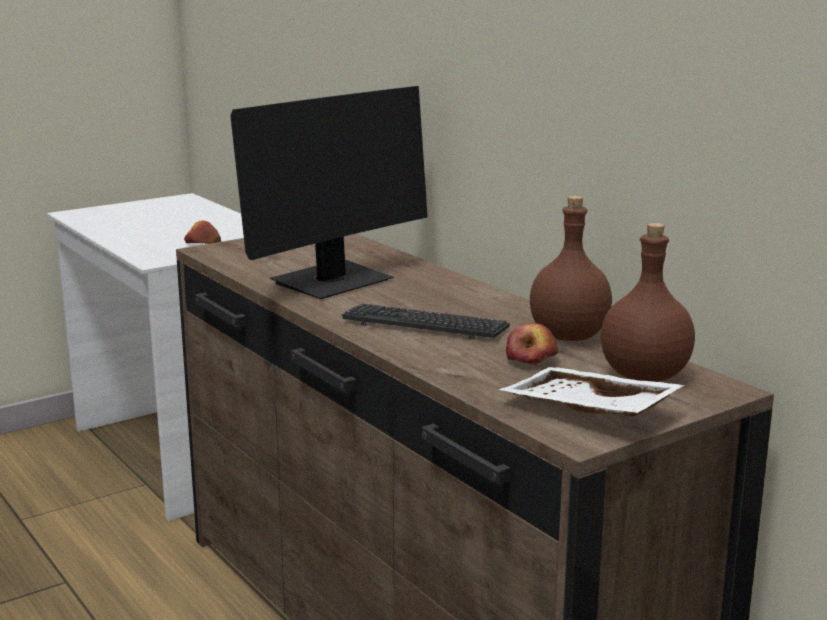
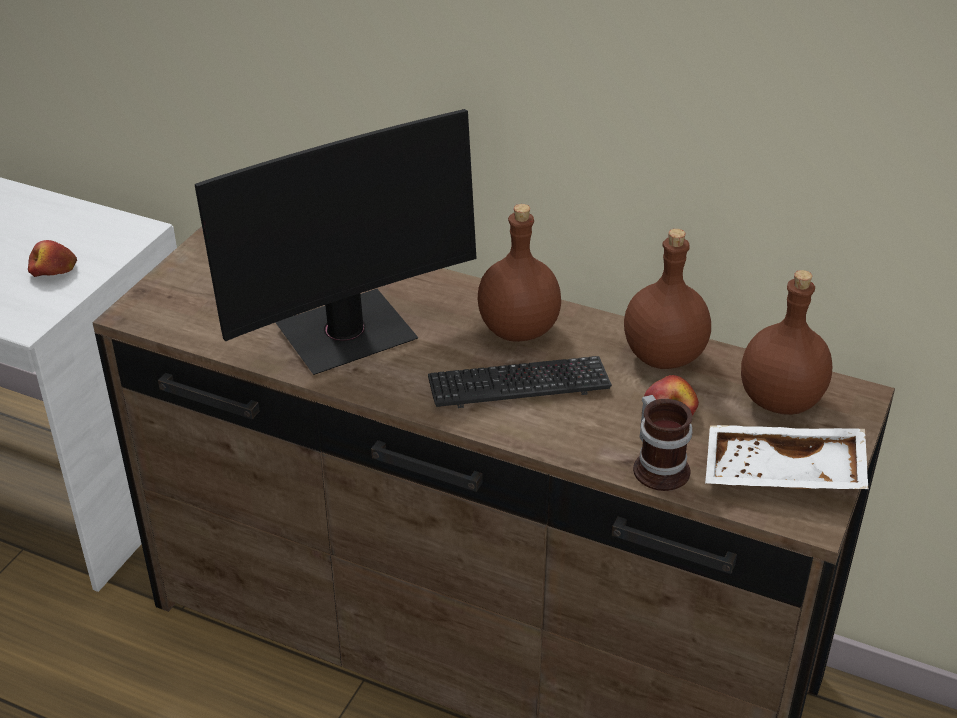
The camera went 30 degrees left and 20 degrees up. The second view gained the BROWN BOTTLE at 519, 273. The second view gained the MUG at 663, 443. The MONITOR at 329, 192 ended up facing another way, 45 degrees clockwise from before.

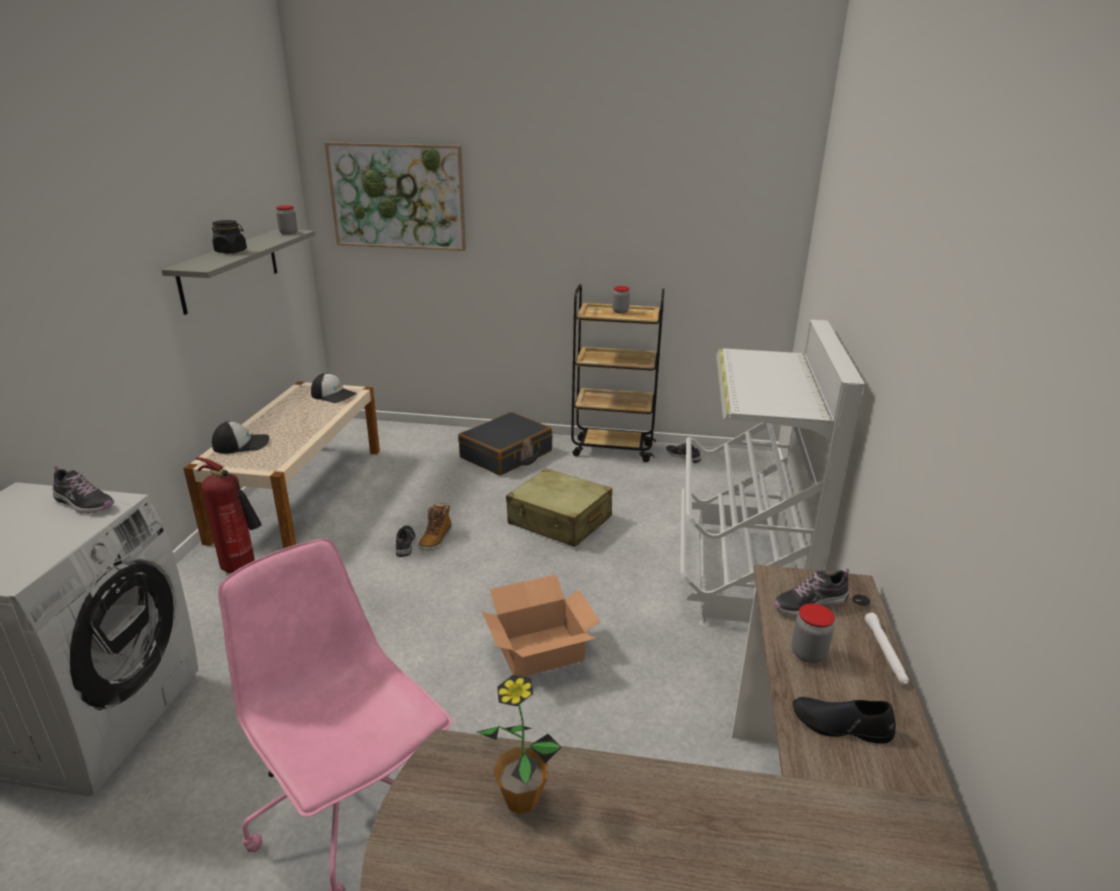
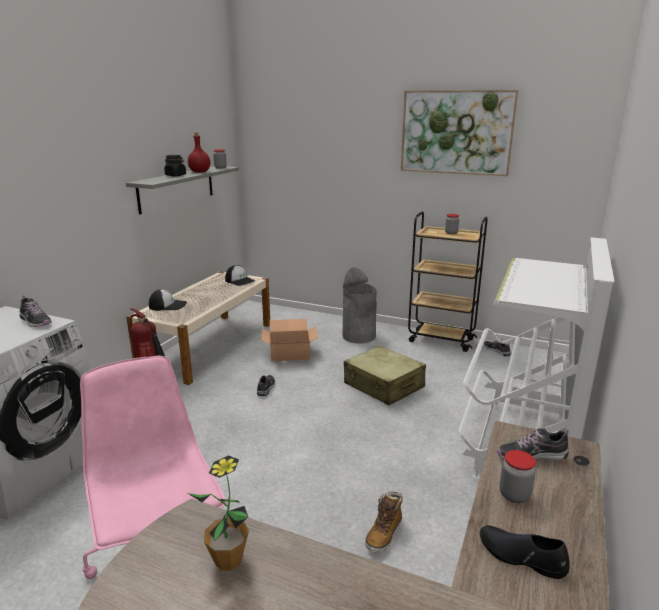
The camera went 15 degrees right and 5 degrees down. The second view lost the WHITE FLASHLIGHT at 886, 649. The second view gained the RED BOTTLE at 199, 153. The PICTURE ended up elsewhere, having gone from 395, 196 to 459, 133. The BOOT ended up elsewhere, having gone from 435, 527 to 384, 522. The CARDBOARD BOX ended up elsewhere, having gone from 541, 626 to 290, 340. Where the BLACK SUITCASE stood at 505, 444, the GREY TRASH CAN came to stand at 359, 305.

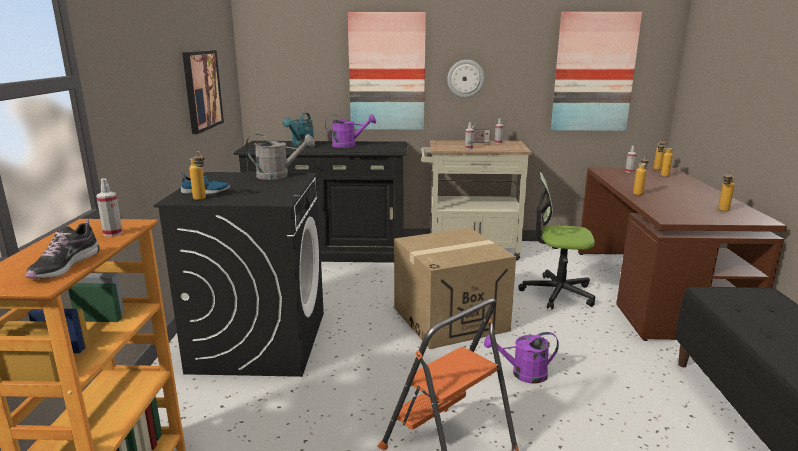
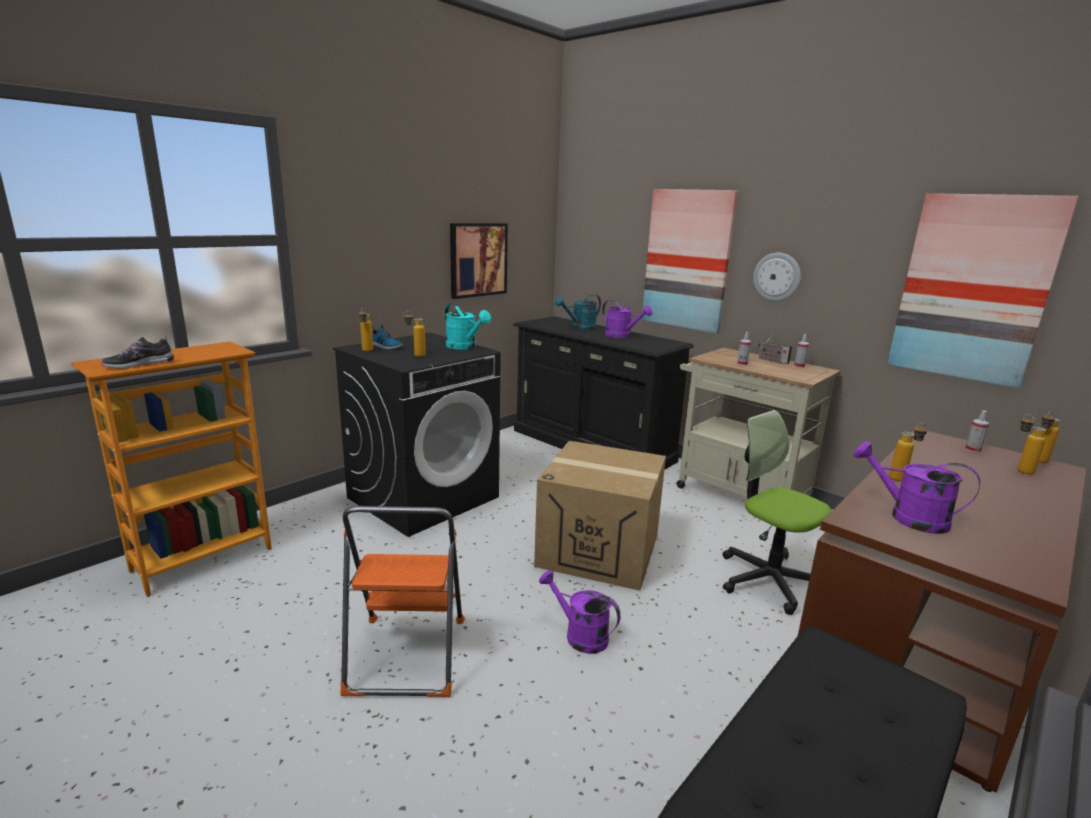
The camera went 40 degrees right and 0 degrees up. The second view lost the SPRAY BOTTLE at 109, 207. The second view gained the PURPLE WATERING CAN at 916, 487. The BOTTLE ended up elsewhere, having gone from 726, 191 to 414, 334. What was the GREY WATERING CAN at 280, 157 turned into the TURQUOISE WATERING CAN at 468, 326.

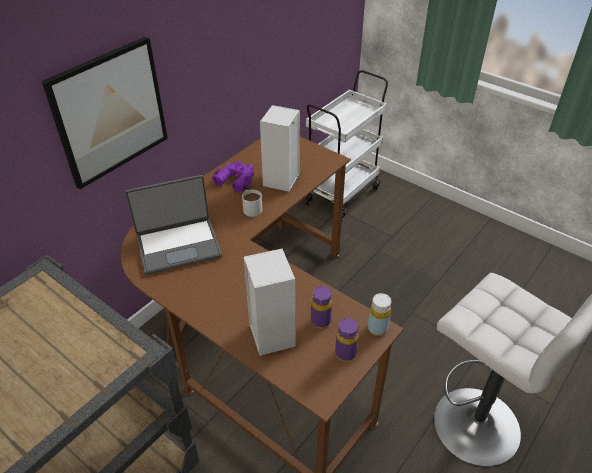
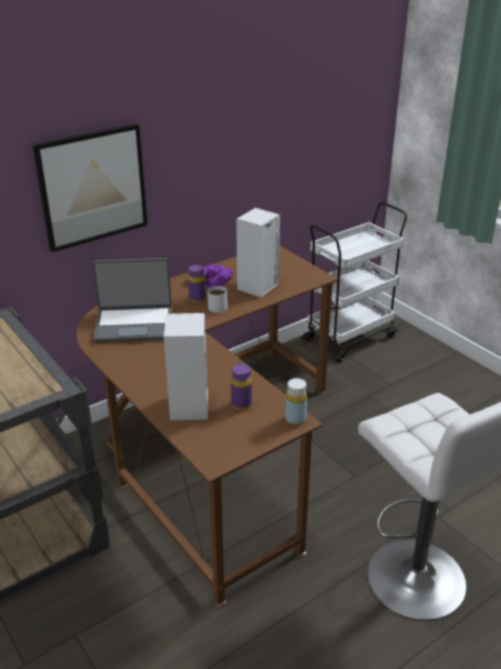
The camera went 15 degrees right and 10 degrees down. The PURPLE BOTTLE ended up elsewhere, having gone from 346, 340 to 197, 284.

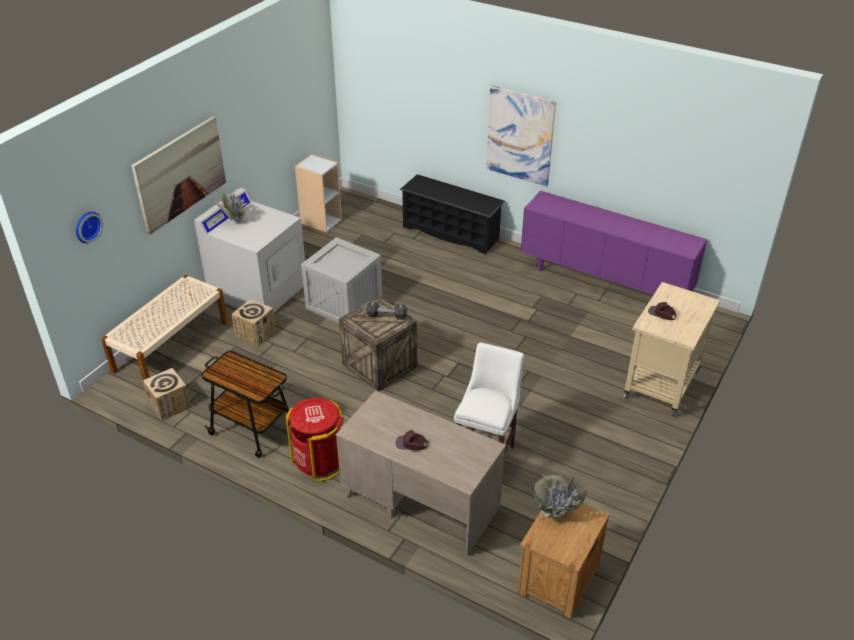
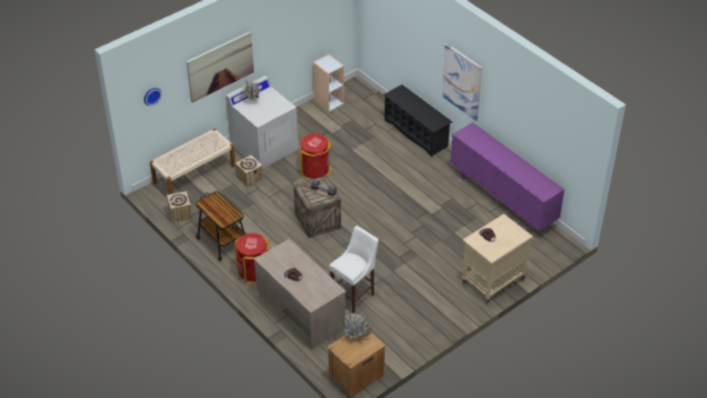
The camera went 20 degrees right and 5 degrees up. Where the CRATE stood at 341, 280, the RED TRASH CAN came to stand at 315, 157.

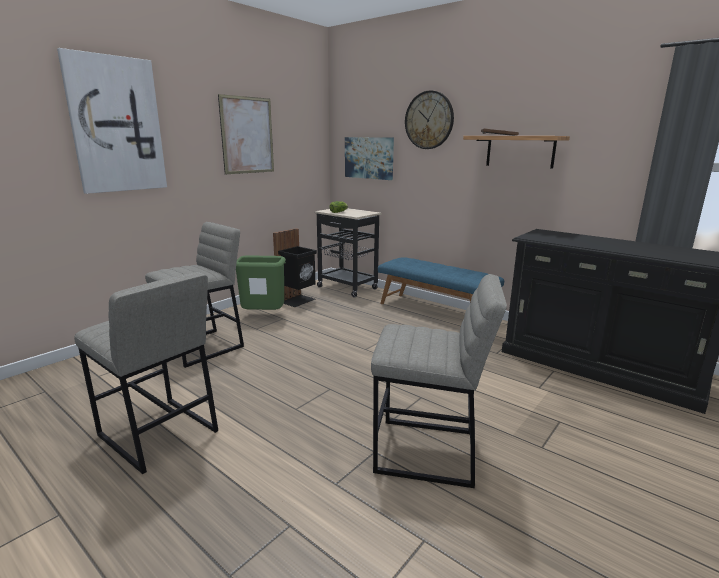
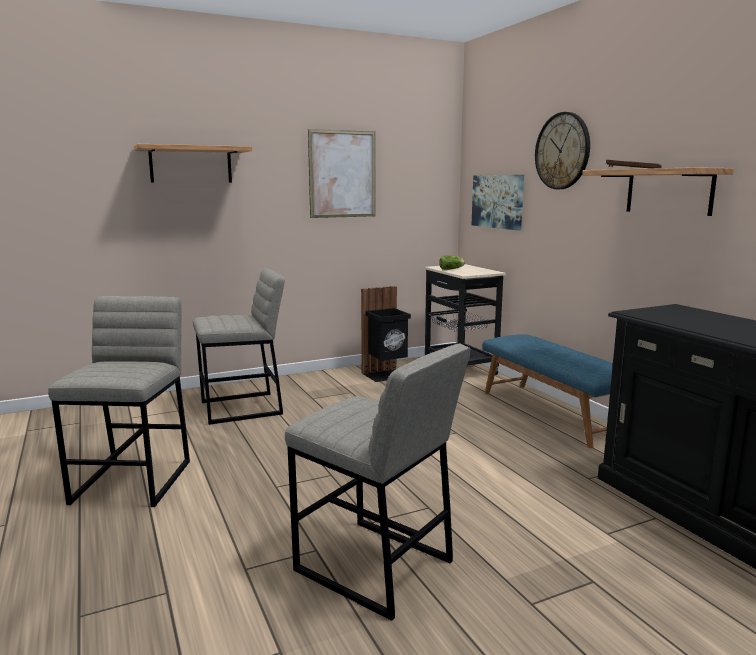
The camera went 25 degrees right and 5 degrees down. The second view lost the GREEN TRASH CAN at 261, 282. Where the PICTURE hung at 112, 121, the SHELF came to hang at 193, 163. The GREY CHAIR at 146, 373 ended up facing another way, 150 degrees counterclockwise from before.

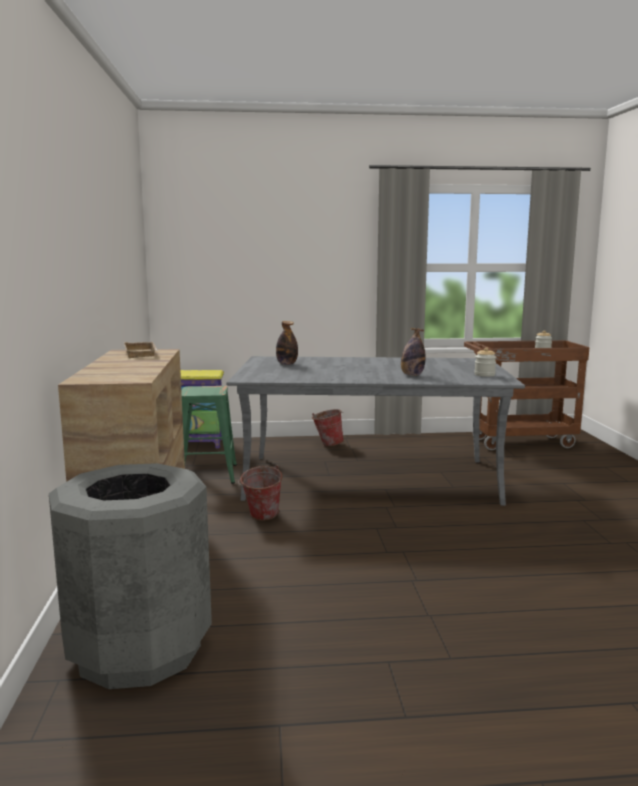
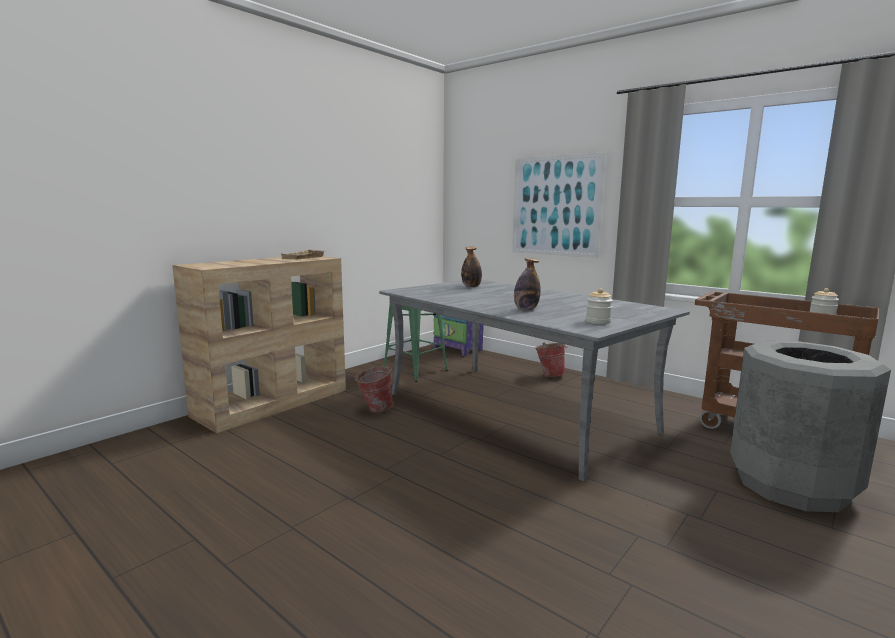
The camera went 45 degrees right and 0 degrees up. The second view gained the PICTURE at 559, 205. The GREY TRASH CAN ended up elsewhere, having gone from 130, 576 to 810, 426.

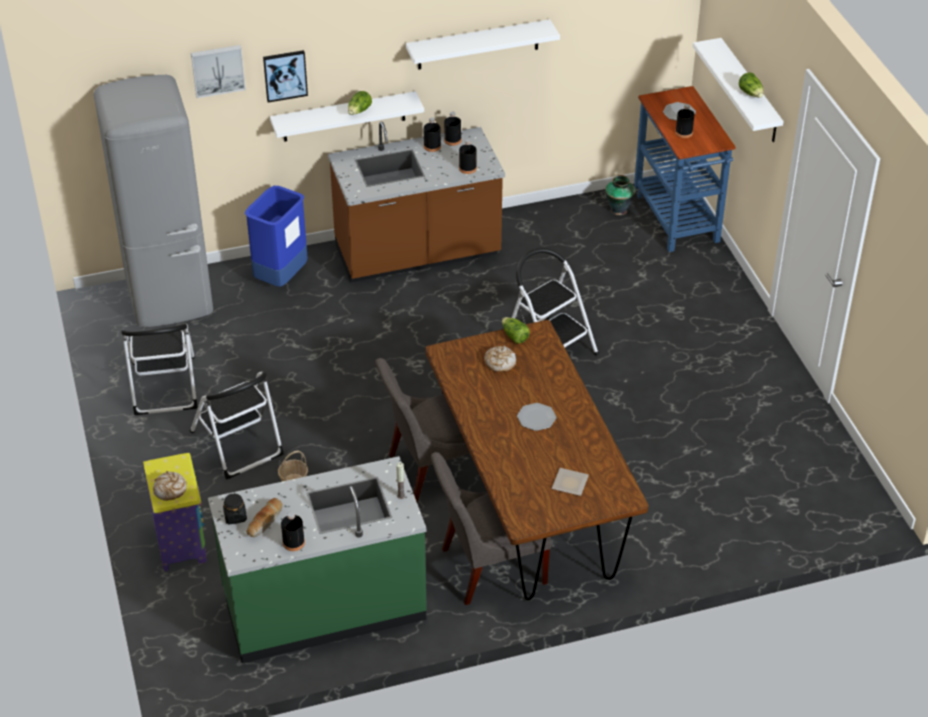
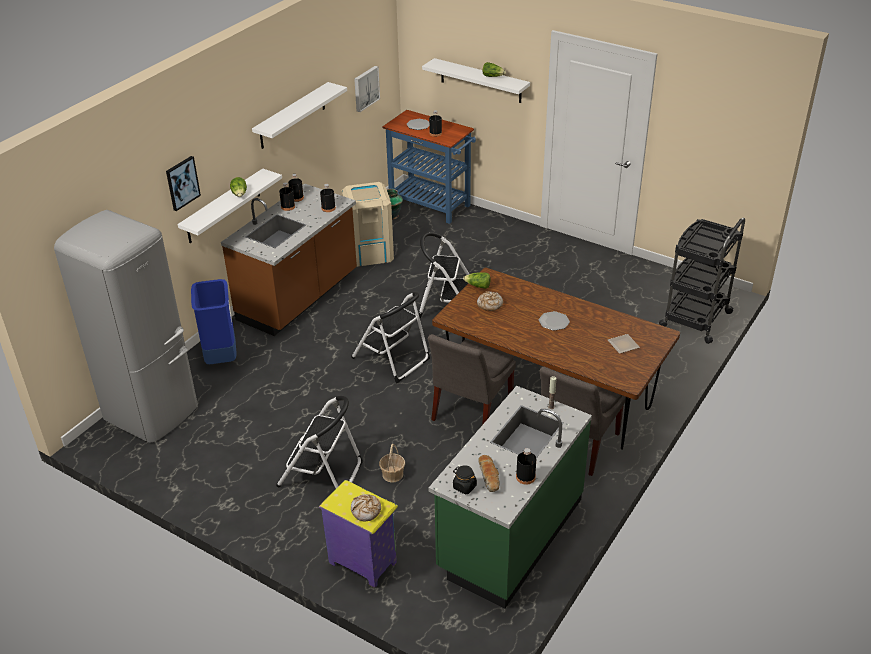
The camera went 40 degrees left and 5 degrees down. The second view gained the BEIGE TRASH CAN at 367, 224. The second view gained the BLACK CART at 702, 280. The STEP LADDER ended up elsewhere, having gone from 159, 369 to 390, 337. The PICTURE ended up elsewhere, having gone from 218, 71 to 367, 89.

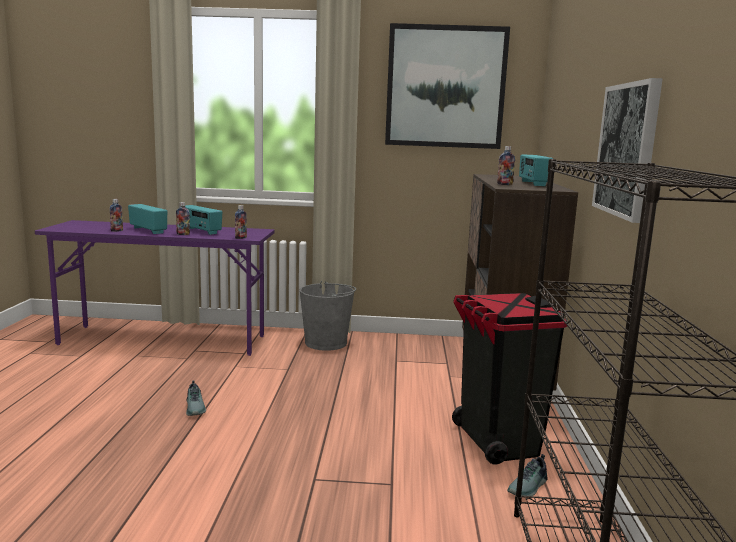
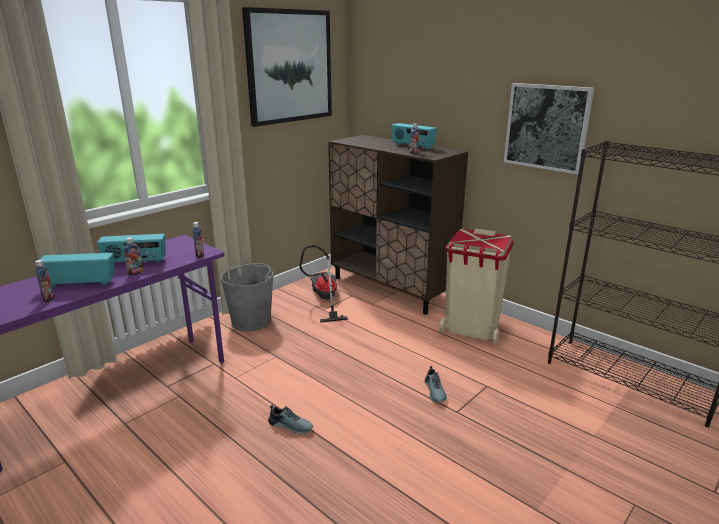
The camera went 50 degrees left and 10 degrees up. The second view gained the VACUUM CLEANER at 323, 284. The SHOE ended up elsewhere, having gone from 527, 476 to 436, 384. What was the BLACK TRASH CAN at 509, 379 turned into the BEIGE TRASH CAN at 476, 286.

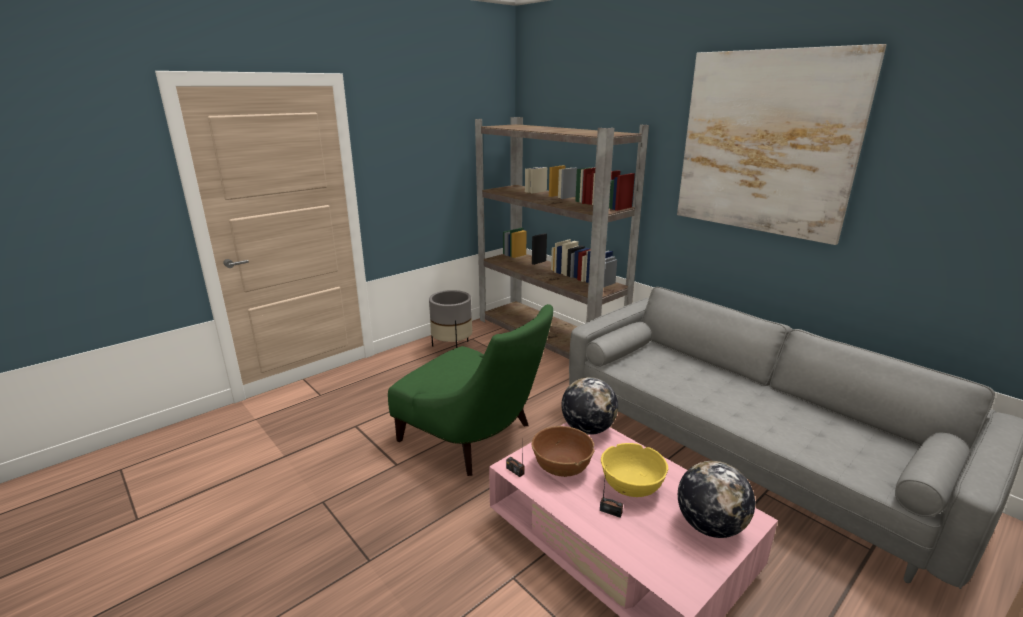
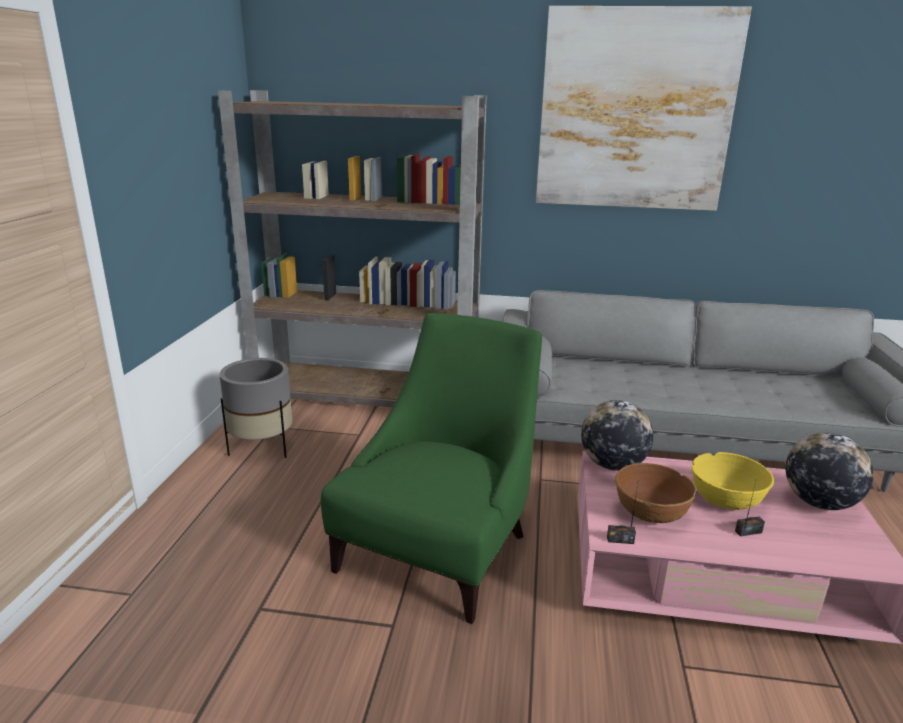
The camera went 40 degrees left and 0 degrees up. The GREEN ARMCHAIR at 470, 390 ended up facing another way, 60 degrees counterclockwise from before.

